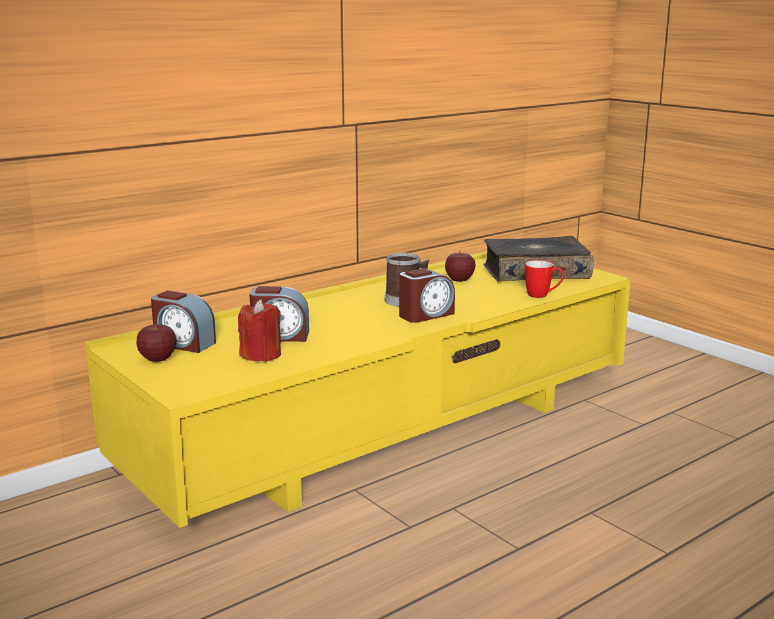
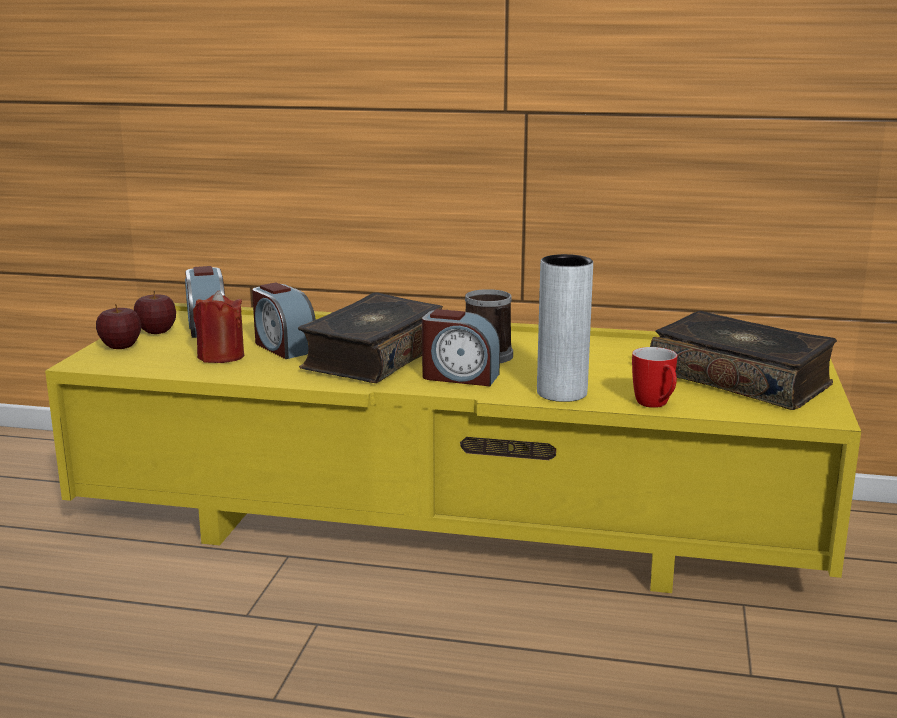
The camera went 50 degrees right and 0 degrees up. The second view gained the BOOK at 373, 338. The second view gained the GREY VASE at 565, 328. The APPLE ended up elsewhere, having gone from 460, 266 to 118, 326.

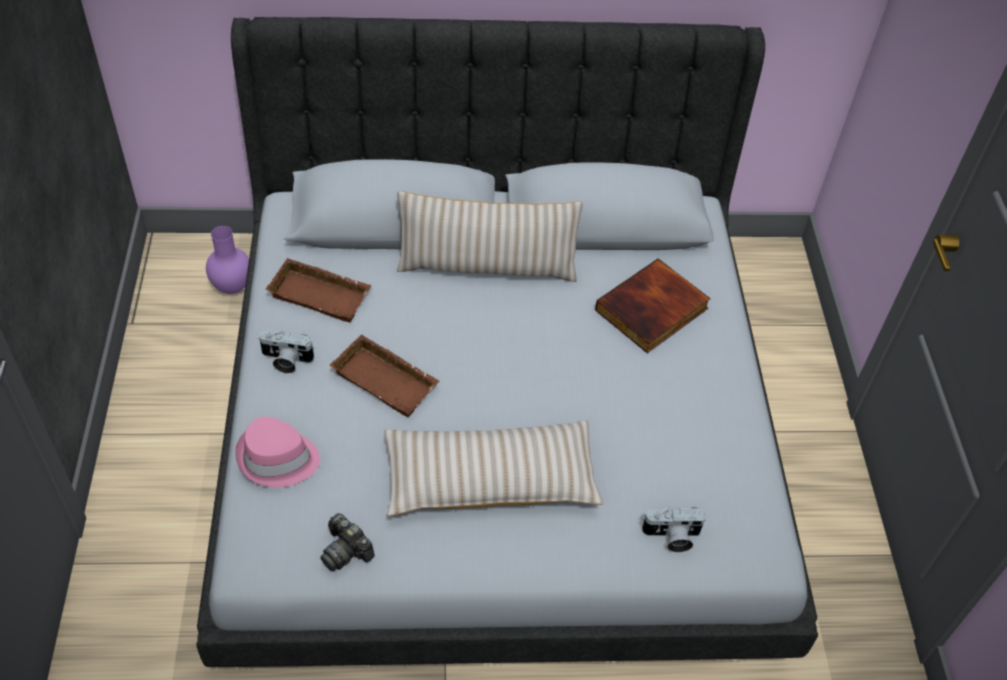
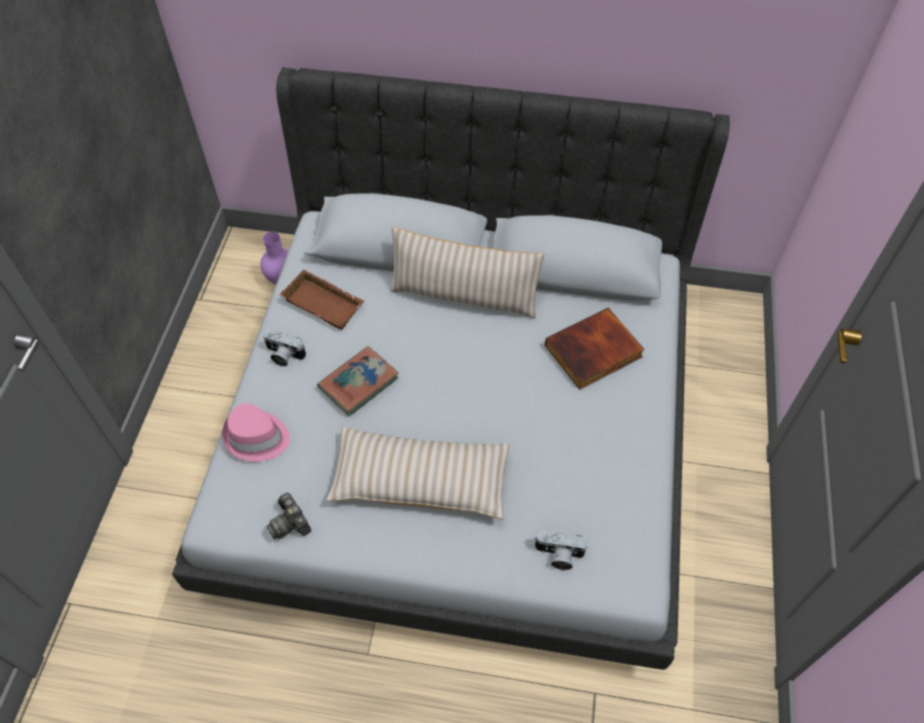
The camera went 15 degrees right and 5 degrees up. Where the BROWN TRAY stood at 384, 375, the BOOK came to stand at 358, 381.

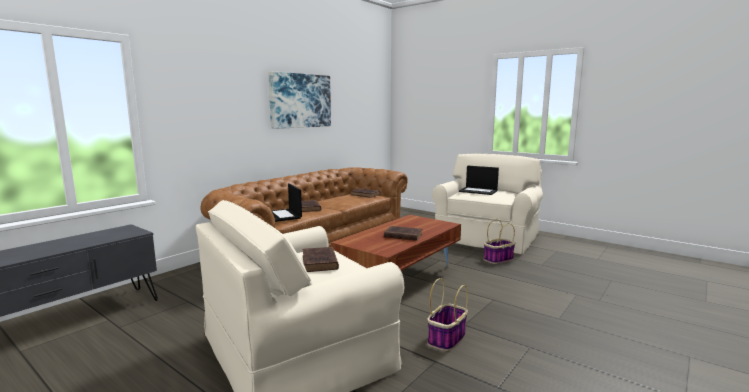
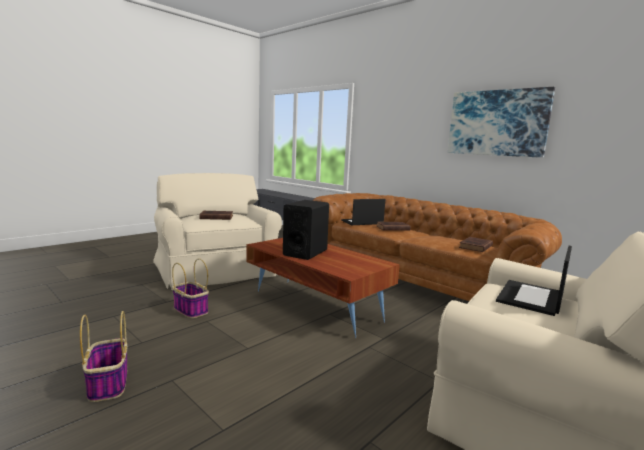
The camera went 95 degrees right and 0 degrees up. The BASKET ended up elsewhere, having gone from 499, 241 to 104, 356. Where the BROWN BOOK stood at 403, 233, the BLACK SPEAKER came to stand at 306, 230.

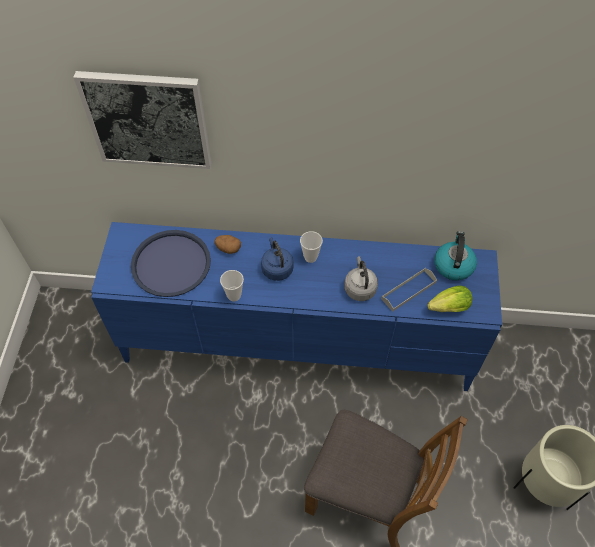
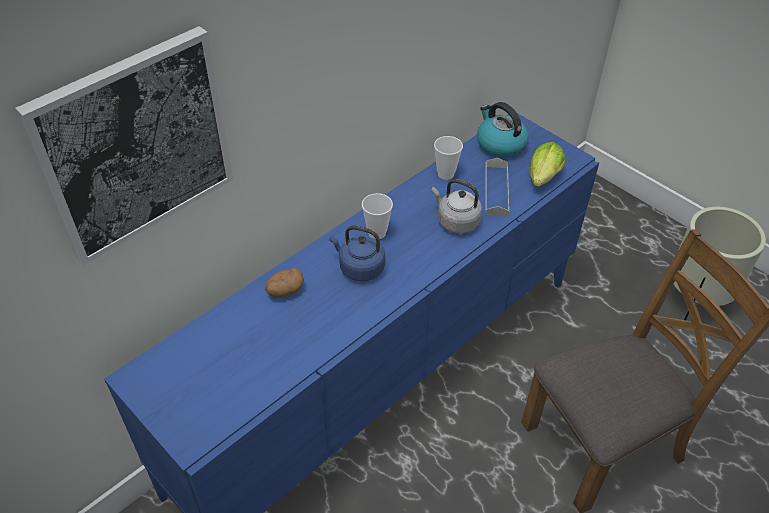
The camera went 50 degrees left and 10 degrees down. The second view lost the BLUE TRAY at 171, 263. The CUP ended up elsewhere, having gone from 232, 285 to 448, 158.

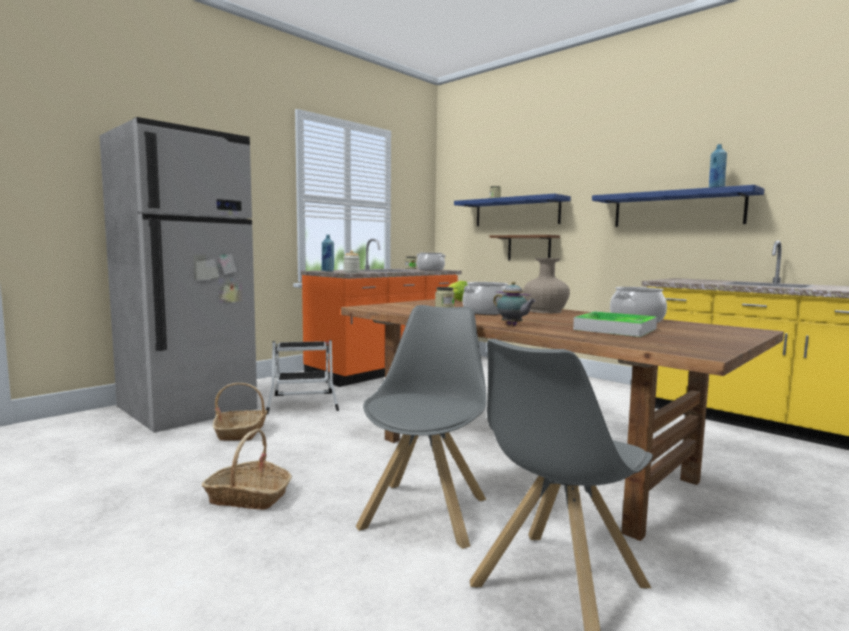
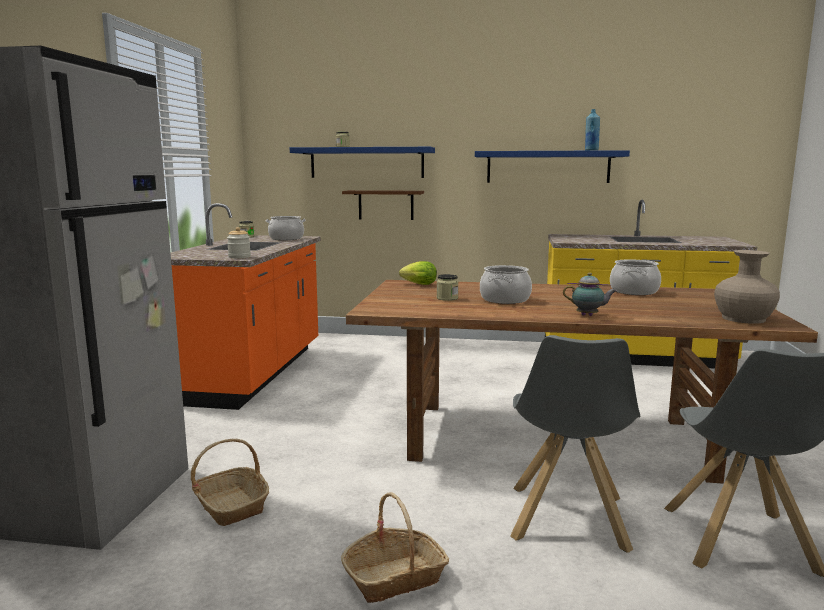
The camera went 35 degrees left and 5 degrees up. The second view lost the STEP LADDER at 302, 377. The second view lost the BLUE BOTTLE at 327, 253. The second view lost the TRAY at 615, 324. The BEIGE VASE ended up elsewhere, having gone from 546, 285 to 747, 287. The GREY CHAIR at 421, 427 ended up facing another way, 150 degrees counterclockwise from before.

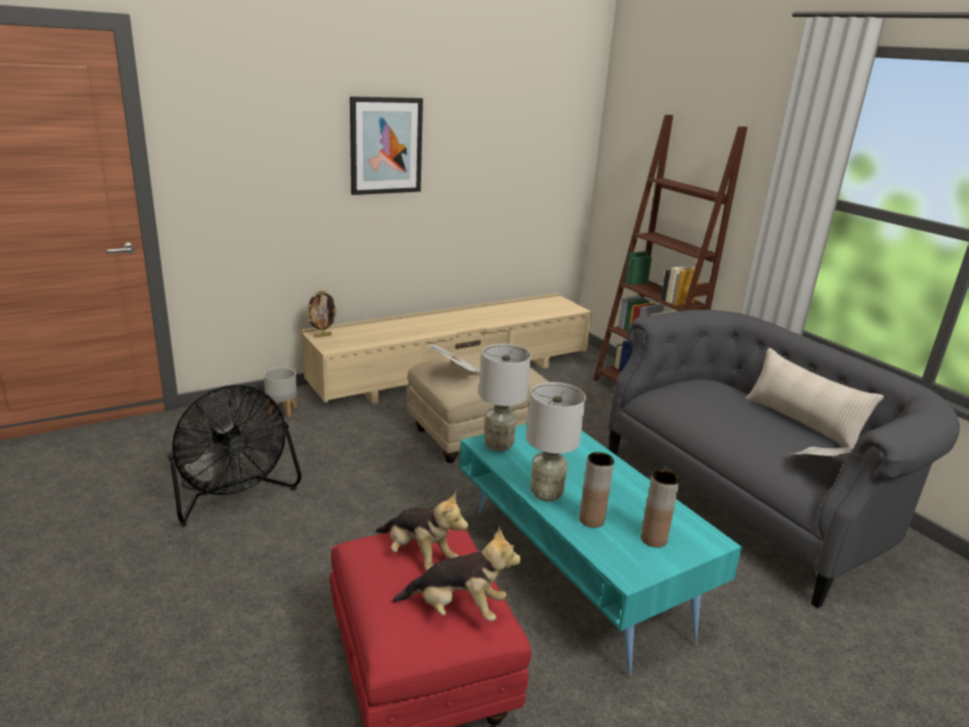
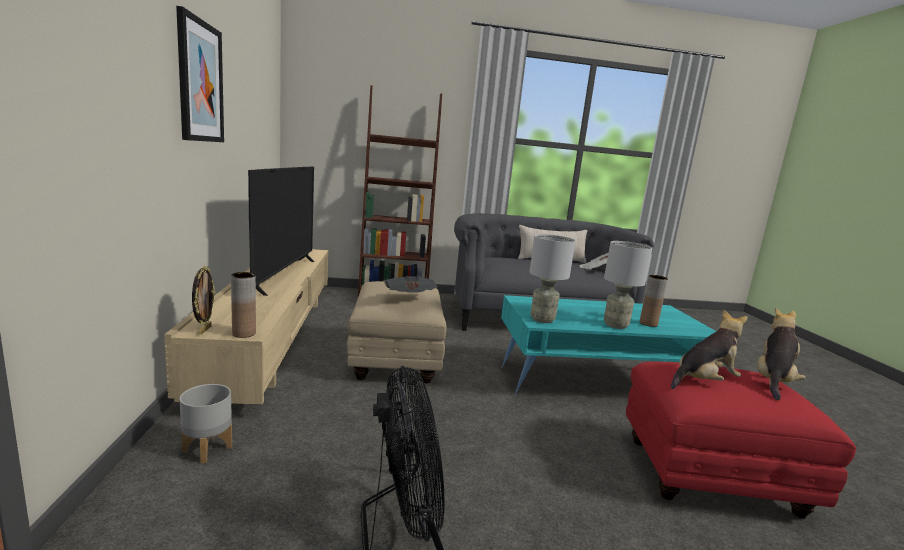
The camera went 65 degrees left and 10 degrees down. The second view gained the TELEVISION at 281, 231. The BROWN VASE ended up elsewhere, having gone from 660, 509 to 243, 305.

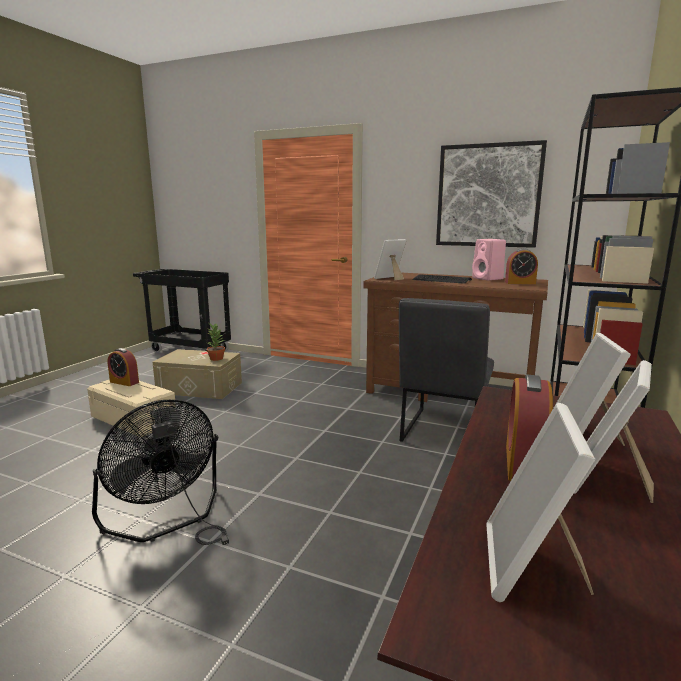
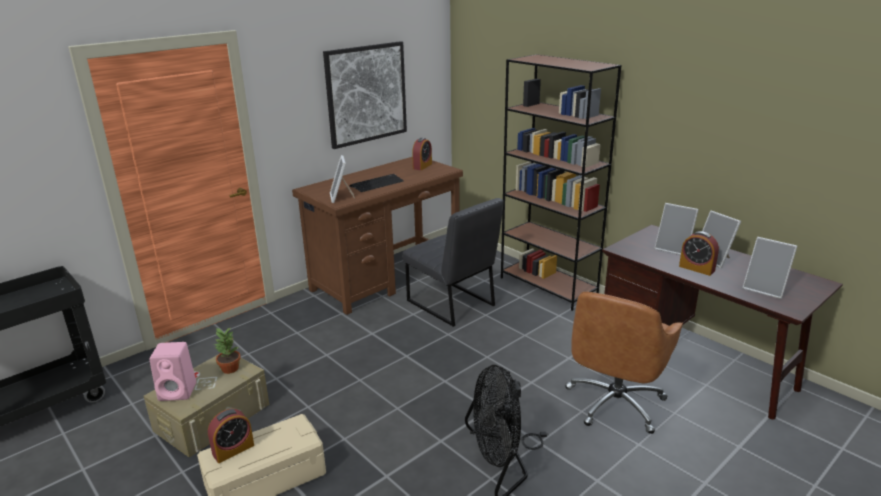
The camera went 65 degrees left and 10 degrees up. The second view gained the BROWN OFFICE CHAIR at 624, 363. The PINK SPEAKER ended up elsewhere, having gone from 489, 259 to 172, 371.

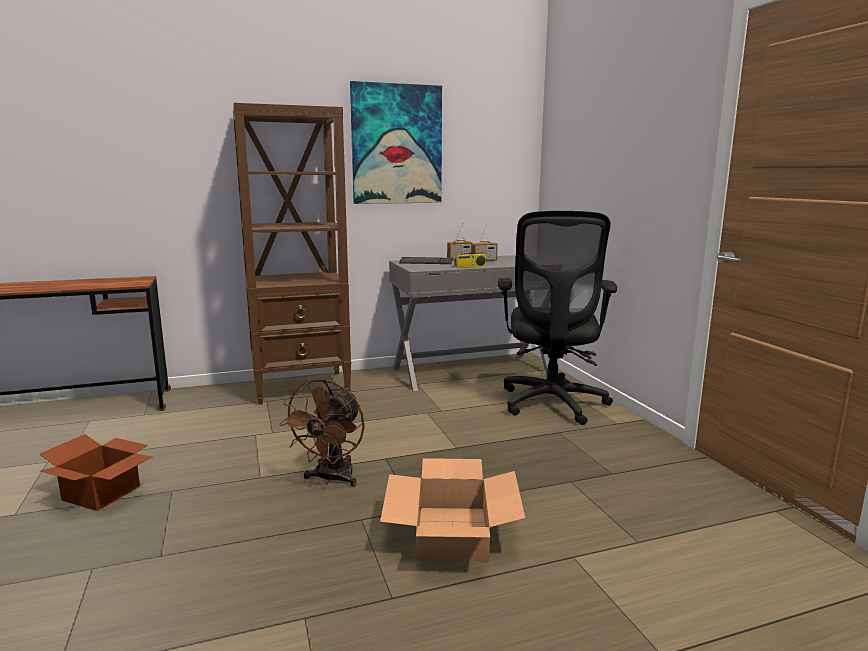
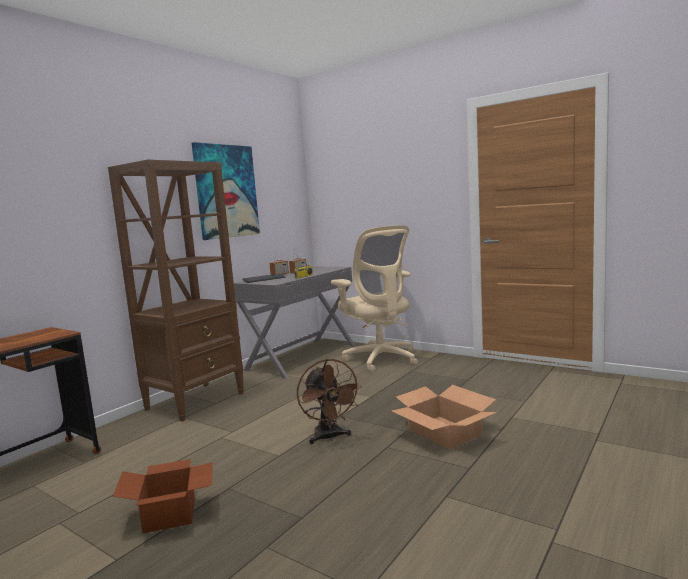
The camera went 35 degrees left and 5 degrees down. What was the BLACK OFFICE CHAIR at 557, 318 turned into the BEIGE OFFICE CHAIR at 374, 298.

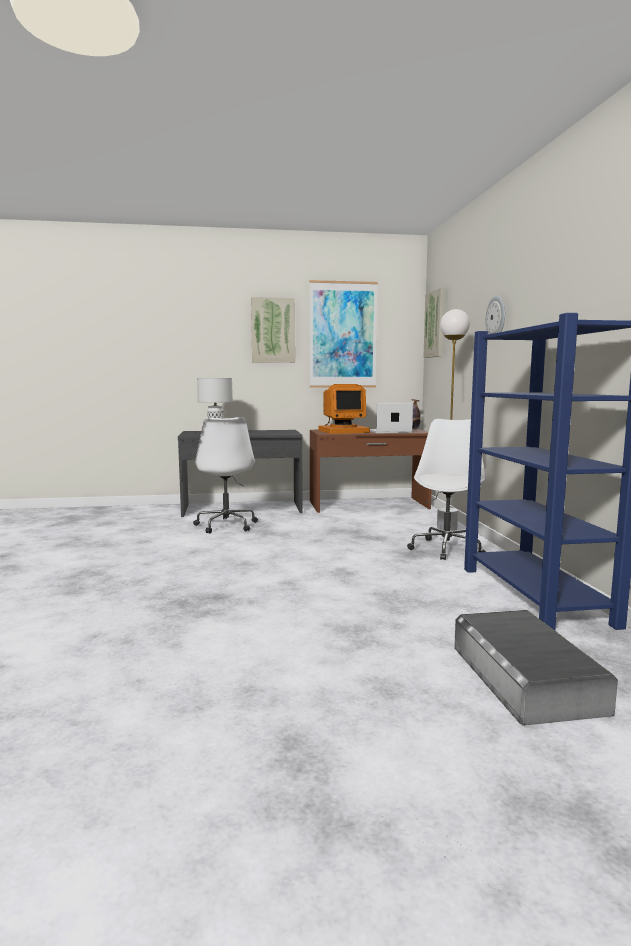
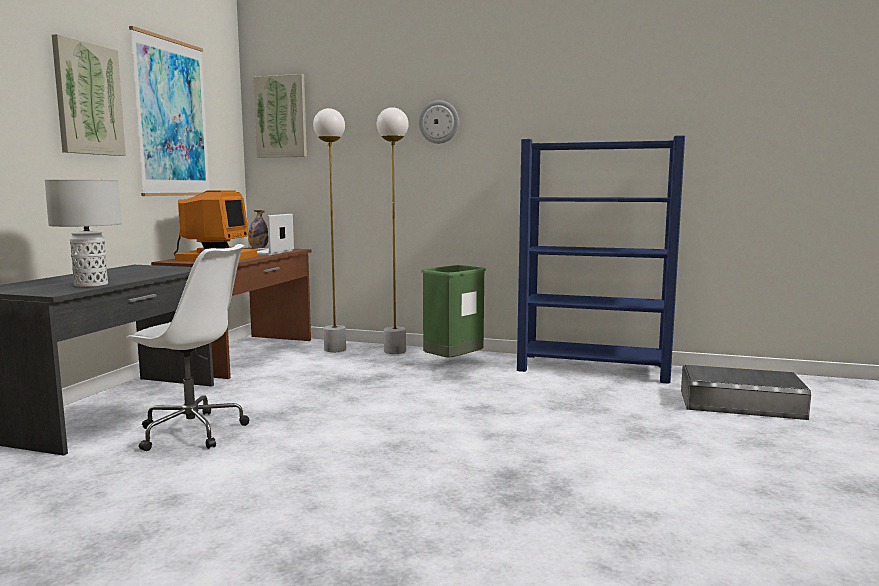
The camera went 65 degrees left and 0 degrees up. The second view gained the WHITE FLOOR LAMP at 329, 230. Where the WHITE OFFICE CHAIR stood at 446, 489, the GREEN TRASH CAN came to stand at 453, 311.

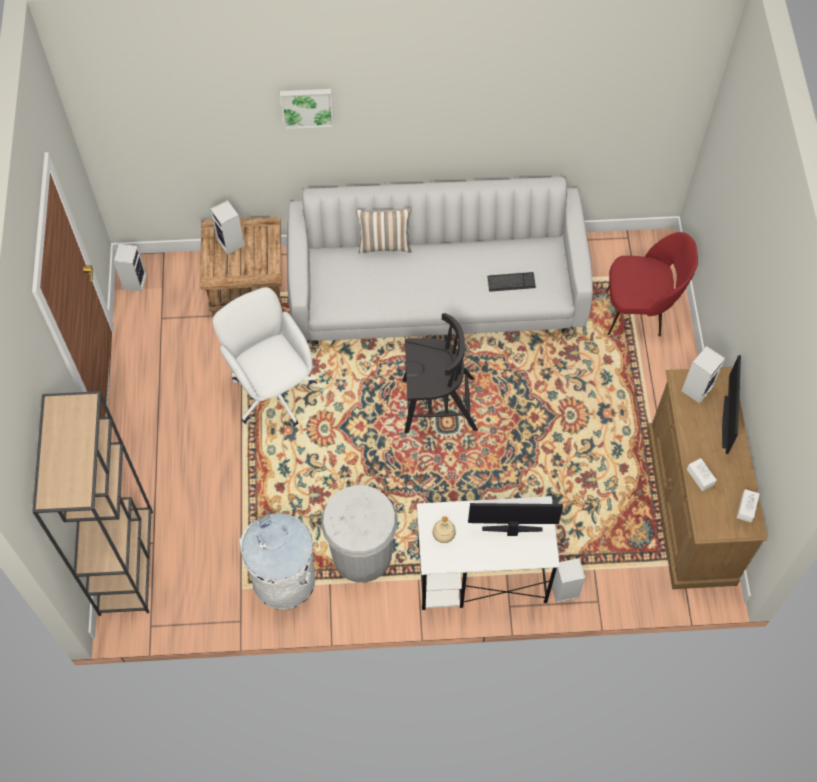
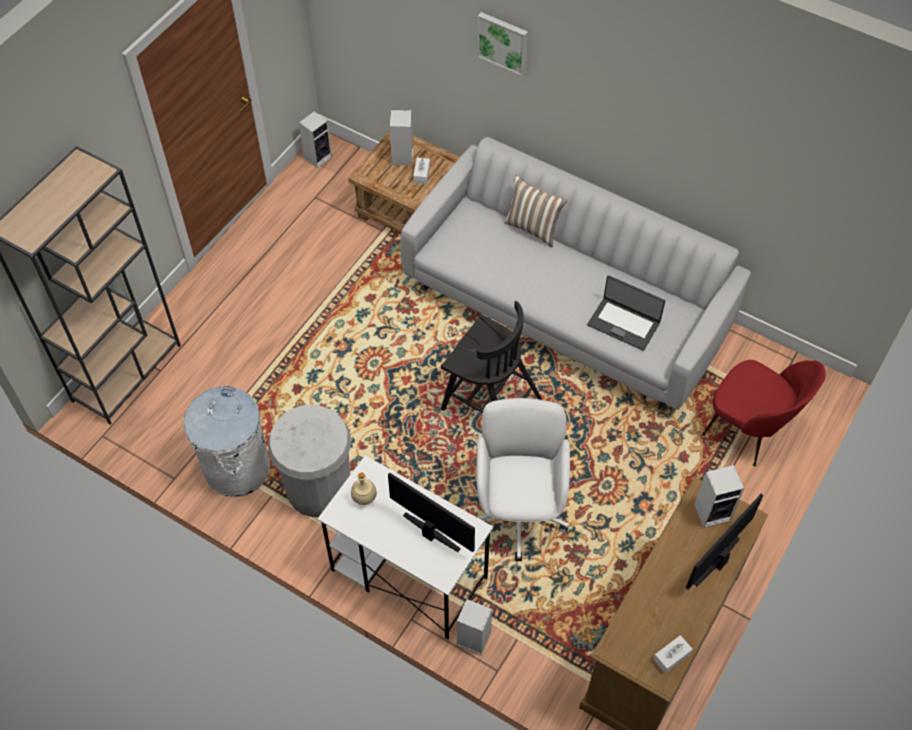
The camera went 35 degrees right and 5 degrees down. The WHITE OFFICE CHAIR ended up elsewhere, having gone from 264, 356 to 523, 479. The WHITE TISSUE BOX ended up elsewhere, having gone from 702, 474 to 421, 171. Where the KEYBOARD stood at 511, 282, the LAPTOP came to stand at 626, 313.

